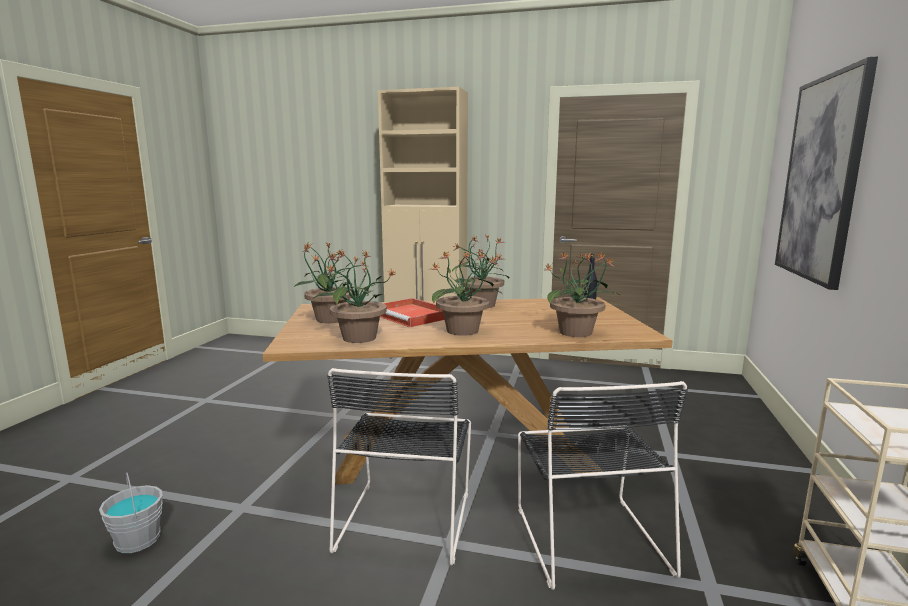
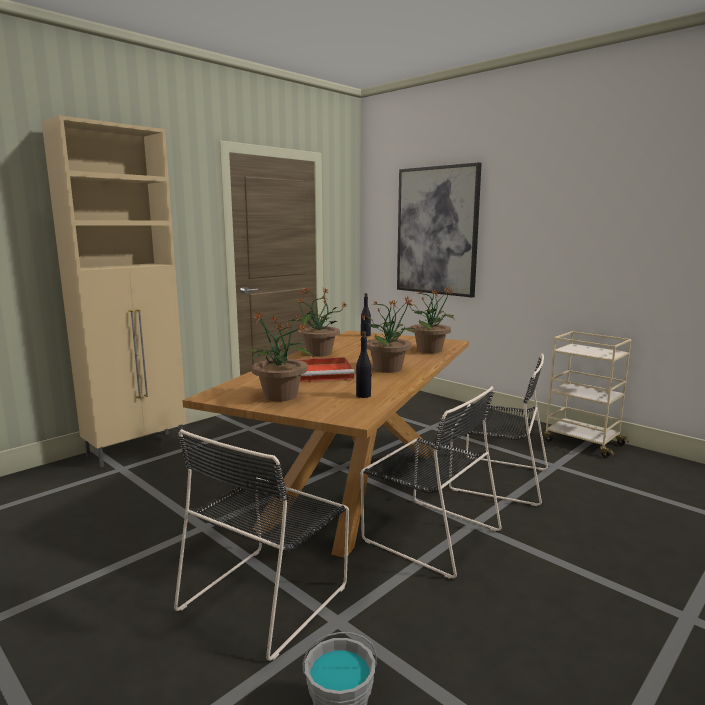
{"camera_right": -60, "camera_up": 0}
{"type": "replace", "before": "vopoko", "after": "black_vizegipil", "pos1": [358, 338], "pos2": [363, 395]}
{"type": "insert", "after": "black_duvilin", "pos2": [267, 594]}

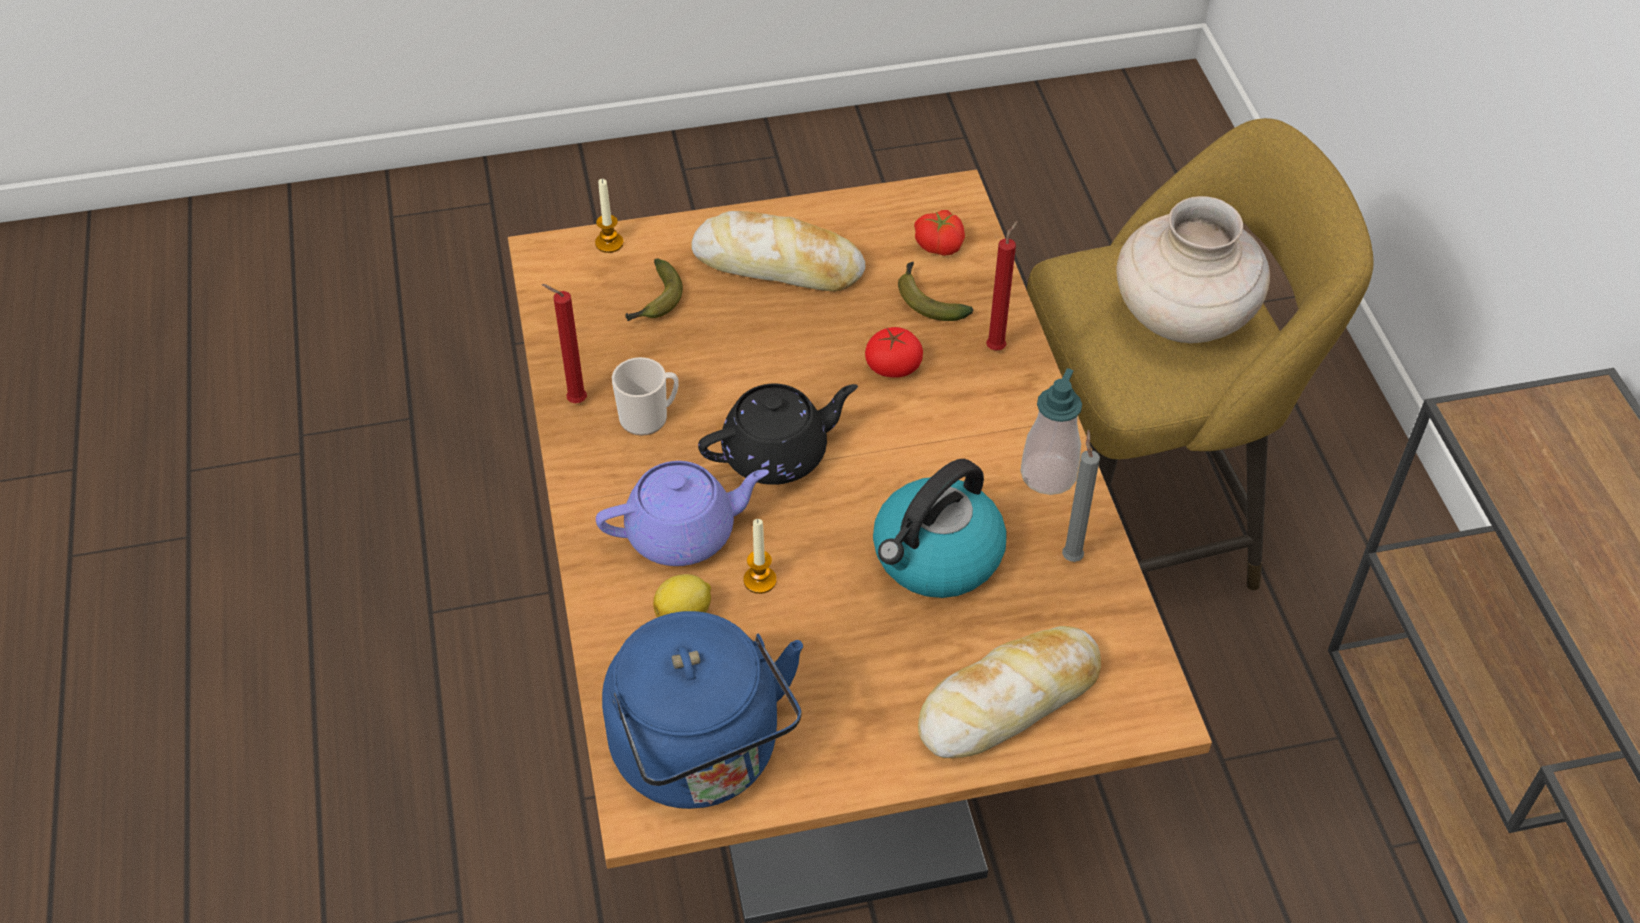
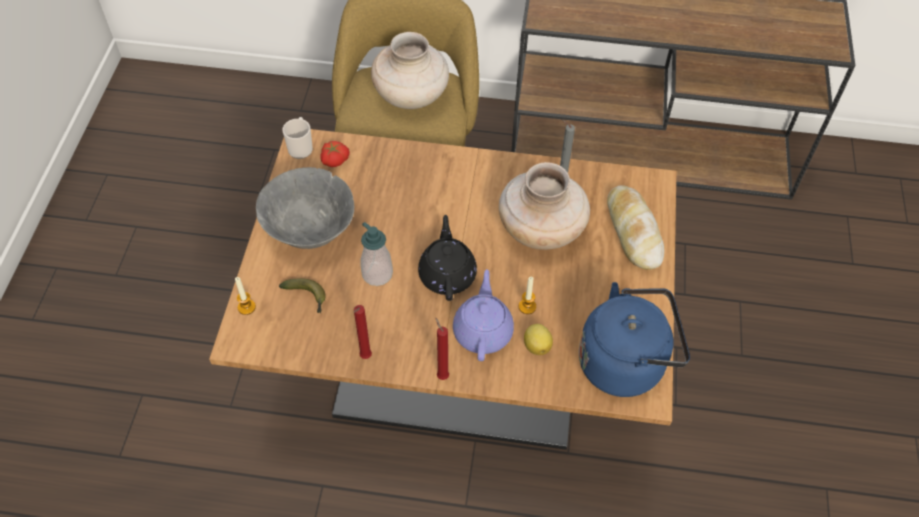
{"camera_right": -70, "camera_up": 5}
{"type": "move", "before": "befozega", "pos1": [649, 417], "pos2": [301, 147]}
{"type": "replace", "before": "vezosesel", "after": "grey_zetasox", "pos1": [778, 265], "pos2": [310, 232]}
{"type": "delete", "before": "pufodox", "pos1": [893, 366]}
{"type": "replace", "before": "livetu", "after": "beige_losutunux", "pos1": [936, 557], "pos2": [541, 231]}
{"type": "delete", "before": "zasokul", "pos1": [927, 300]}
{"type": "move", "before": "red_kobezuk", "pos1": [997, 347], "pos2": [441, 375]}
{"type": "move", "before": "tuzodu", "pos1": [1048, 475], "pos2": [377, 274]}

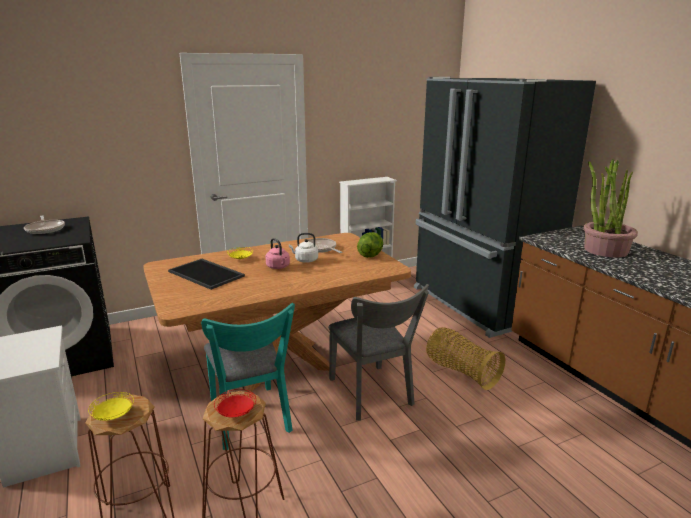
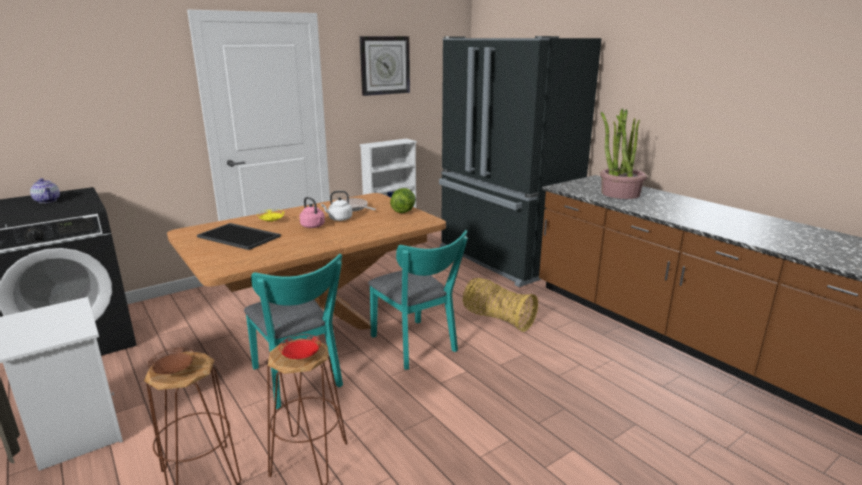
{"camera_right": -10, "camera_up": 0}
{"type": "replace", "before": "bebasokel", "after": "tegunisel", "pos1": [45, 229], "pos2": [48, 201]}
{"type": "recolor", "before": "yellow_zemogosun", "after": "brown_zemogosun", "pos1": [113, 415], "pos2": [174, 371]}
{"type": "recolor", "before": "grey_duvilin", "after": "turquoise_duvilin", "pos1": [372, 395], "pos2": [416, 346]}
{"type": "insert", "after": "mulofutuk", "pos2": [385, 65]}

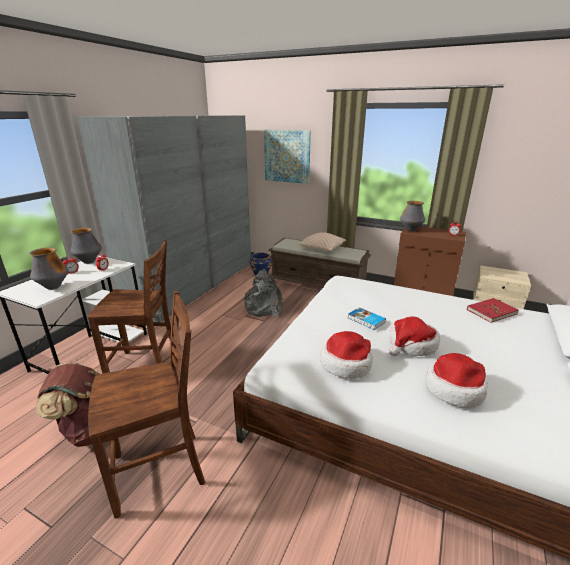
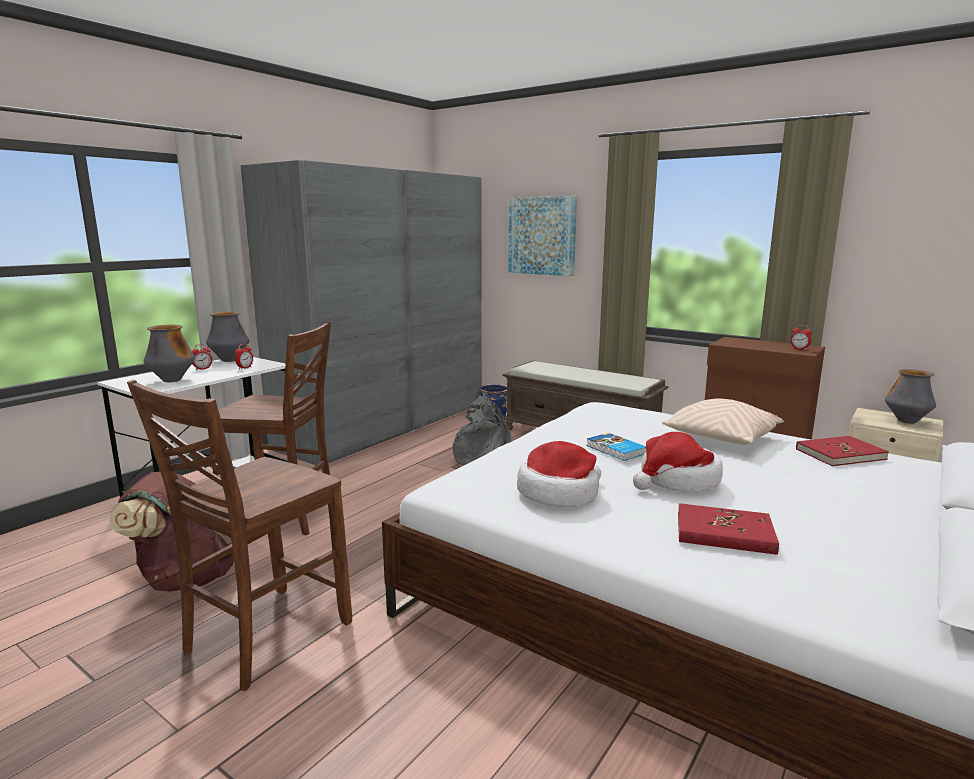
{"camera_right": 10, "camera_up": -10}
{"type": "rotate", "before": "brown_duvilin", "pos1": [161, 471], "pos2": [264, 637], "turn": 135}
{"type": "move", "before": "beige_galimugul", "pos1": [322, 249], "pos2": [720, 438]}
{"type": "move", "before": "losutunux", "pos1": [410, 230], "pos2": [906, 421]}
{"type": "replace", "before": "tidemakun", "after": "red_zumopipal", "pos1": [454, 389], "pos2": [724, 533]}

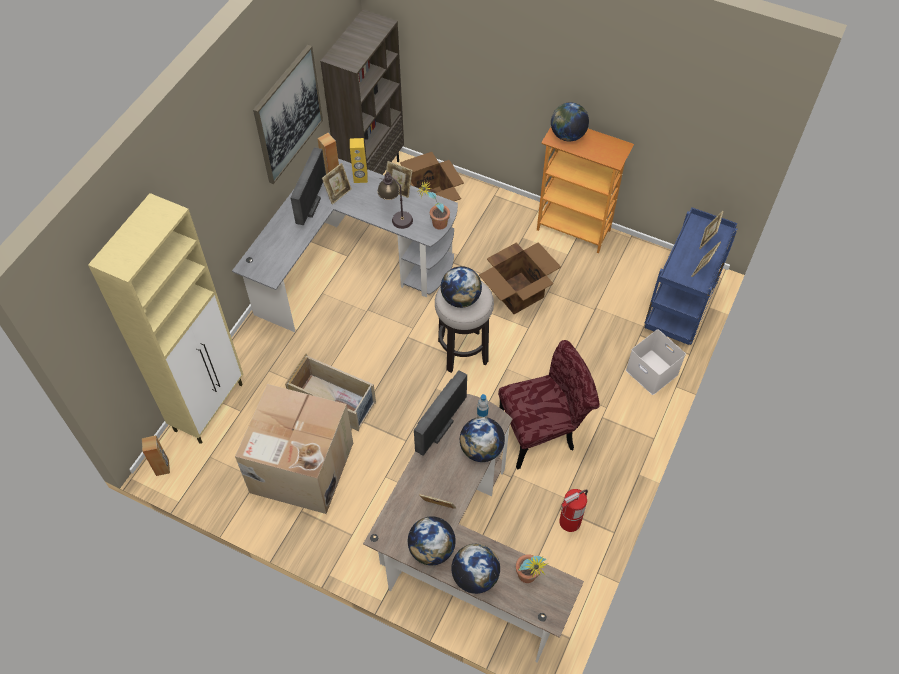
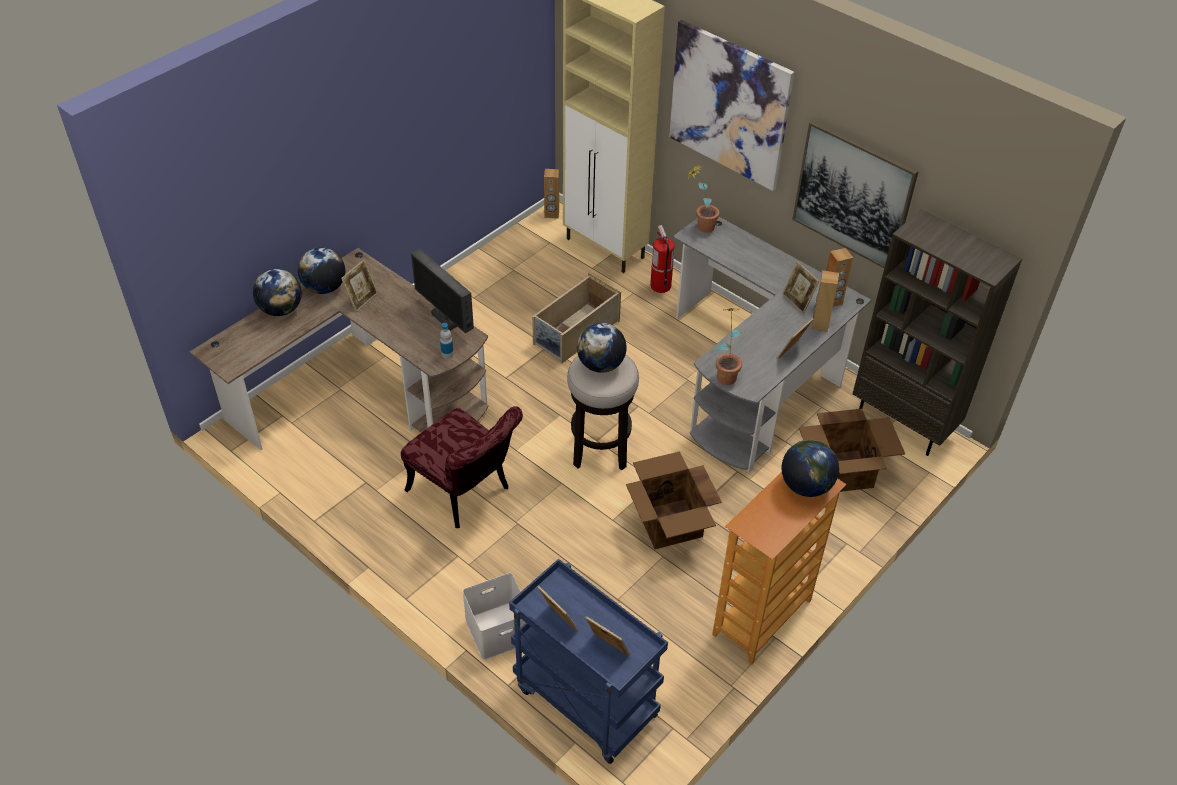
{"camera_right": 105, "camera_up": -10}
{"type": "delete", "before": "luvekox", "pos1": [300, 468]}
{"type": "delete", "before": "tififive", "pos1": [311, 207]}
{"type": "recolor", "before": "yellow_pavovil", "after": "brown_pavovil", "pos1": [360, 178], "pos2": [819, 324]}
{"type": "delete", "before": "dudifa", "pos1": [396, 216]}
{"type": "delete", "before": "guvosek", "pos1": [481, 449]}
{"type": "rotate", "before": "red_duvilin", "pos1": [543, 430], "pos2": [466, 494], "turn": -45}
{"type": "move", "before": "vopoko", "pos1": [528, 580], "pos2": [700, 226]}
{"type": "move", "before": "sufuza", "pos1": [569, 522], "pos2": [660, 285]}
{"type": "insert", "after": "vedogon", "pos2": [729, 105]}

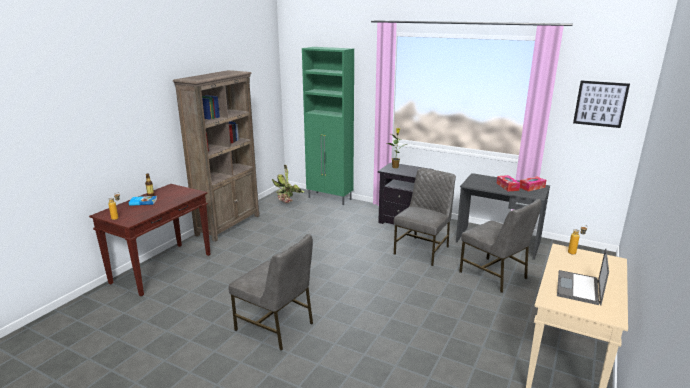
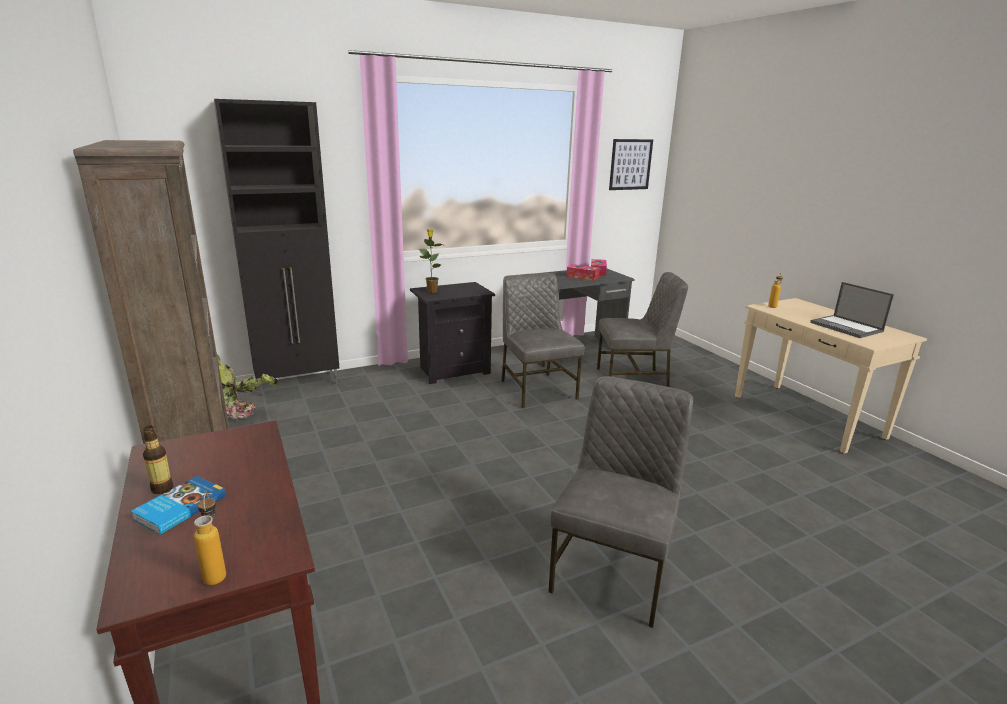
{"camera_right": -55, "camera_up": 0}
{"type": "rotate", "before": "grey_duvilin", "pos1": [276, 326], "pos2": [614, 570], "turn": -45}
{"type": "recolor", "before": "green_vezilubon", "after": "black_vezilubon", "pos1": [330, 198], "pos2": [299, 384]}

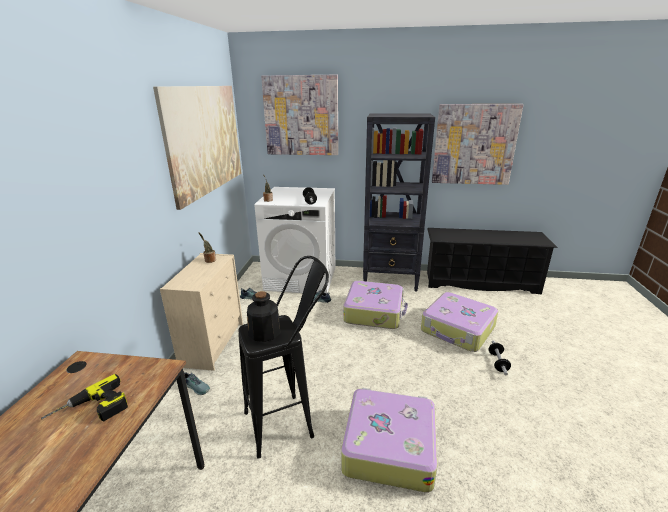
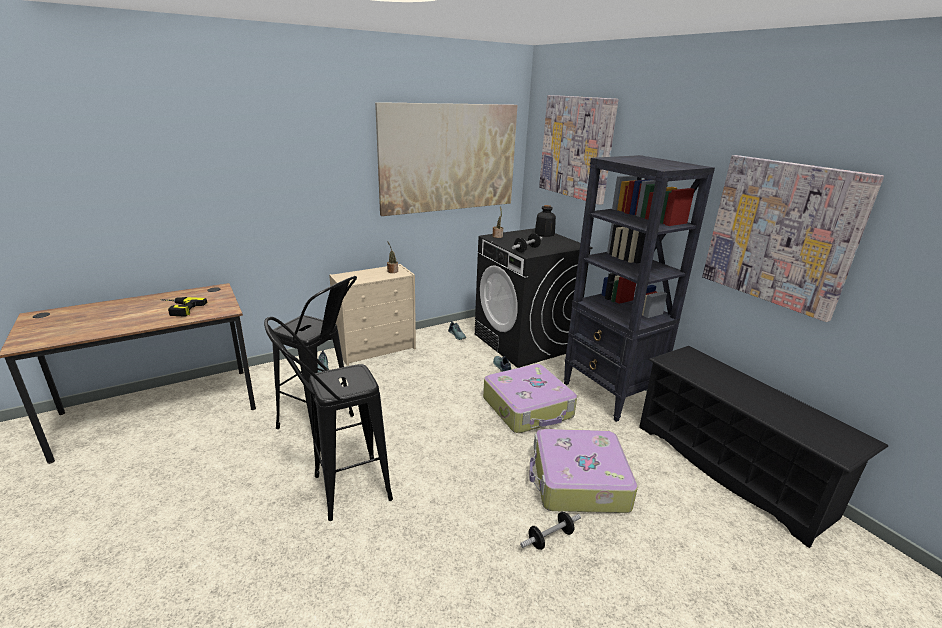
{"camera_right": 50, "camera_up": 0}
{"type": "move", "before": "vizegipil", "pos1": [264, 332], "pos2": [544, 234]}
{"type": "recolor", "before": "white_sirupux", "after": "black_sirupux", "pos1": [302, 278], "pos2": [524, 342]}
{"type": "replace", "before": "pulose", "after": "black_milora", "pos1": [388, 445], "pos2": [339, 492]}

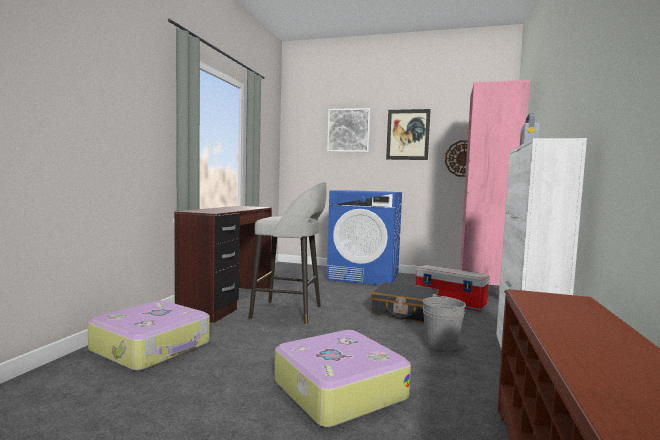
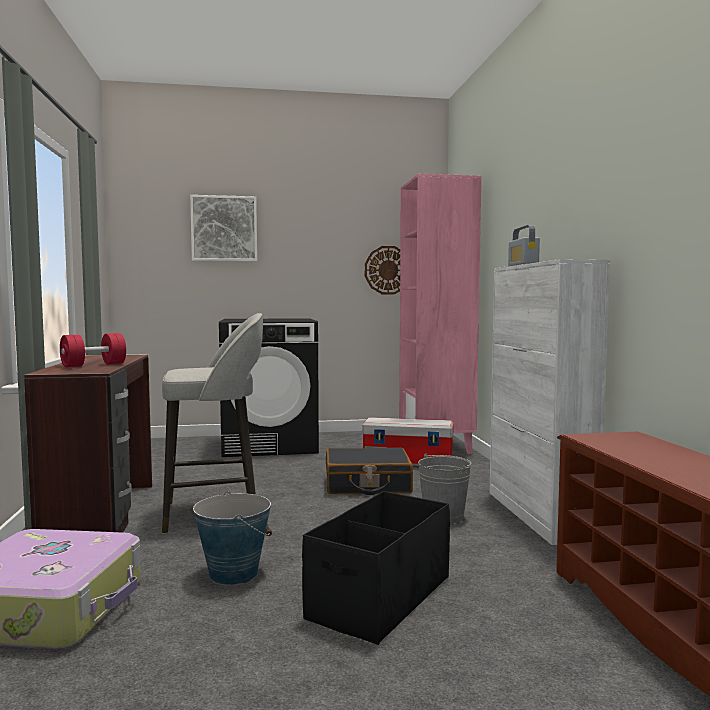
{"camera_right": -25, "camera_up": 0}
{"type": "replace", "before": "pulose", "after": "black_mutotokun", "pos1": [337, 390], "pos2": [379, 597]}
{"type": "recolor", "before": "blue_sirupux", "after": "black_sirupux", "pos1": [364, 276], "pos2": [270, 444]}
{"type": "delete", "before": "vedogon", "pos1": [407, 134]}
{"type": "insert", "after": "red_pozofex", "pos2": [94, 365]}
{"type": "insert", "after": "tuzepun", "pos2": [233, 574]}

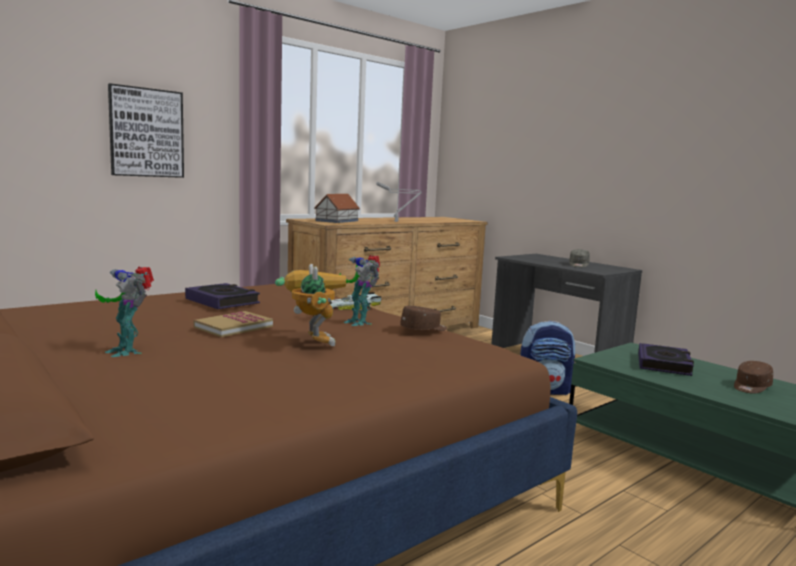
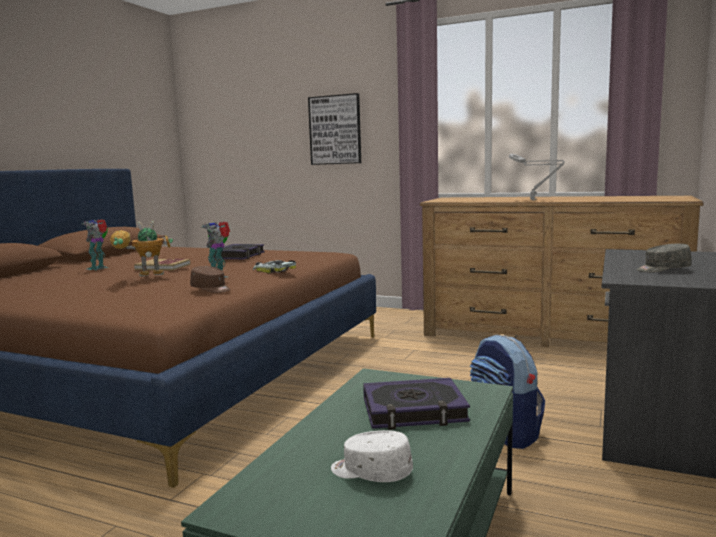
{"camera_right": 65, "camera_up": 0}
{"type": "rotate", "before": "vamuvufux", "pos1": [312, 339], "pos2": [141, 278], "turn": -150}
{"type": "delete", "before": "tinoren", "pos1": [337, 221]}
{"type": "recolor", "before": "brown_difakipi", "after": "white_difakipi", "pos1": [751, 387], "pos2": [371, 472]}

